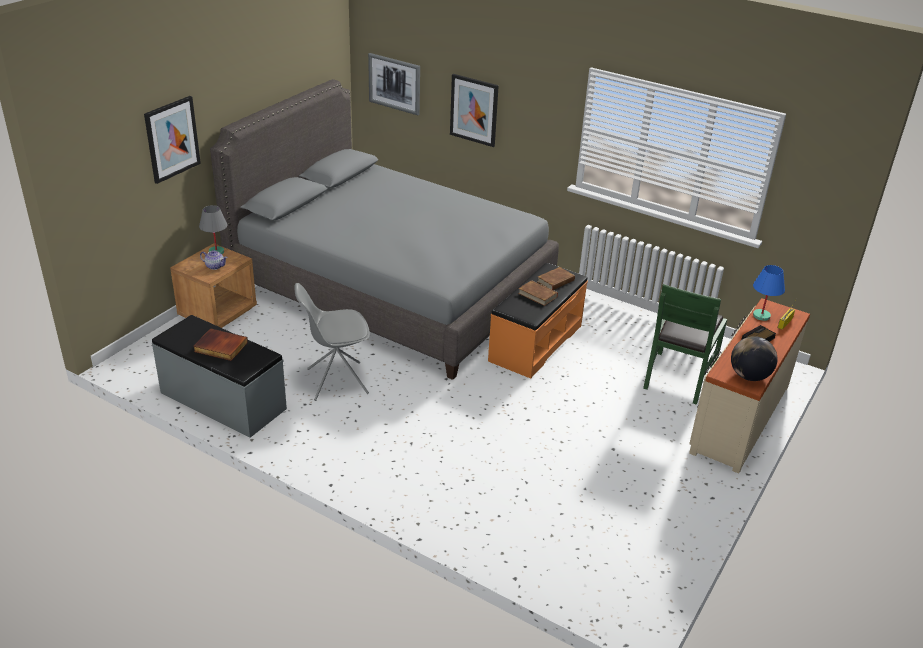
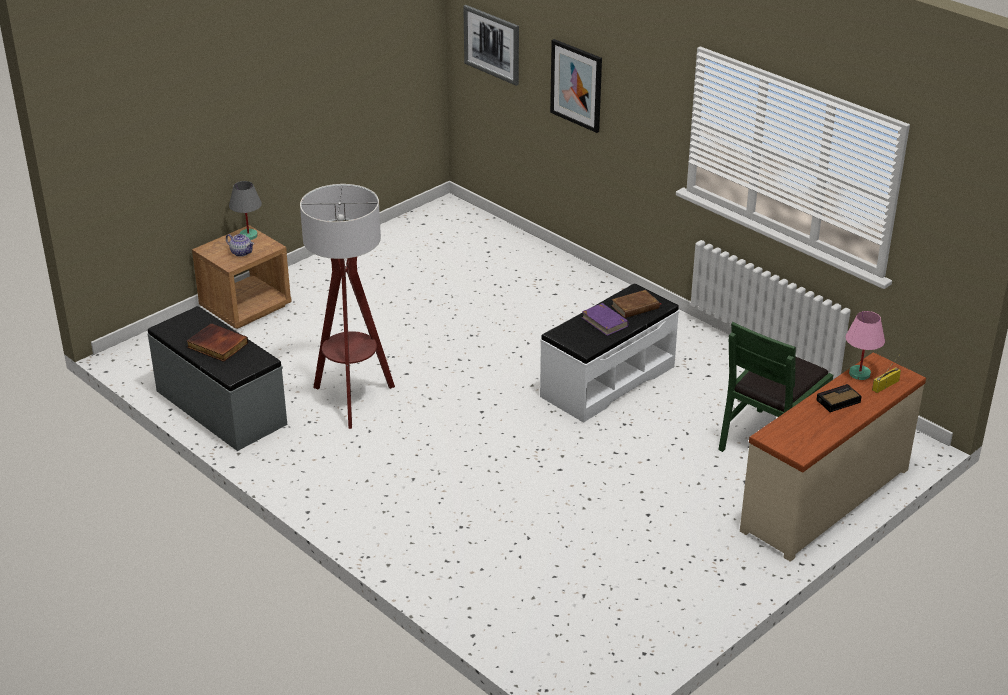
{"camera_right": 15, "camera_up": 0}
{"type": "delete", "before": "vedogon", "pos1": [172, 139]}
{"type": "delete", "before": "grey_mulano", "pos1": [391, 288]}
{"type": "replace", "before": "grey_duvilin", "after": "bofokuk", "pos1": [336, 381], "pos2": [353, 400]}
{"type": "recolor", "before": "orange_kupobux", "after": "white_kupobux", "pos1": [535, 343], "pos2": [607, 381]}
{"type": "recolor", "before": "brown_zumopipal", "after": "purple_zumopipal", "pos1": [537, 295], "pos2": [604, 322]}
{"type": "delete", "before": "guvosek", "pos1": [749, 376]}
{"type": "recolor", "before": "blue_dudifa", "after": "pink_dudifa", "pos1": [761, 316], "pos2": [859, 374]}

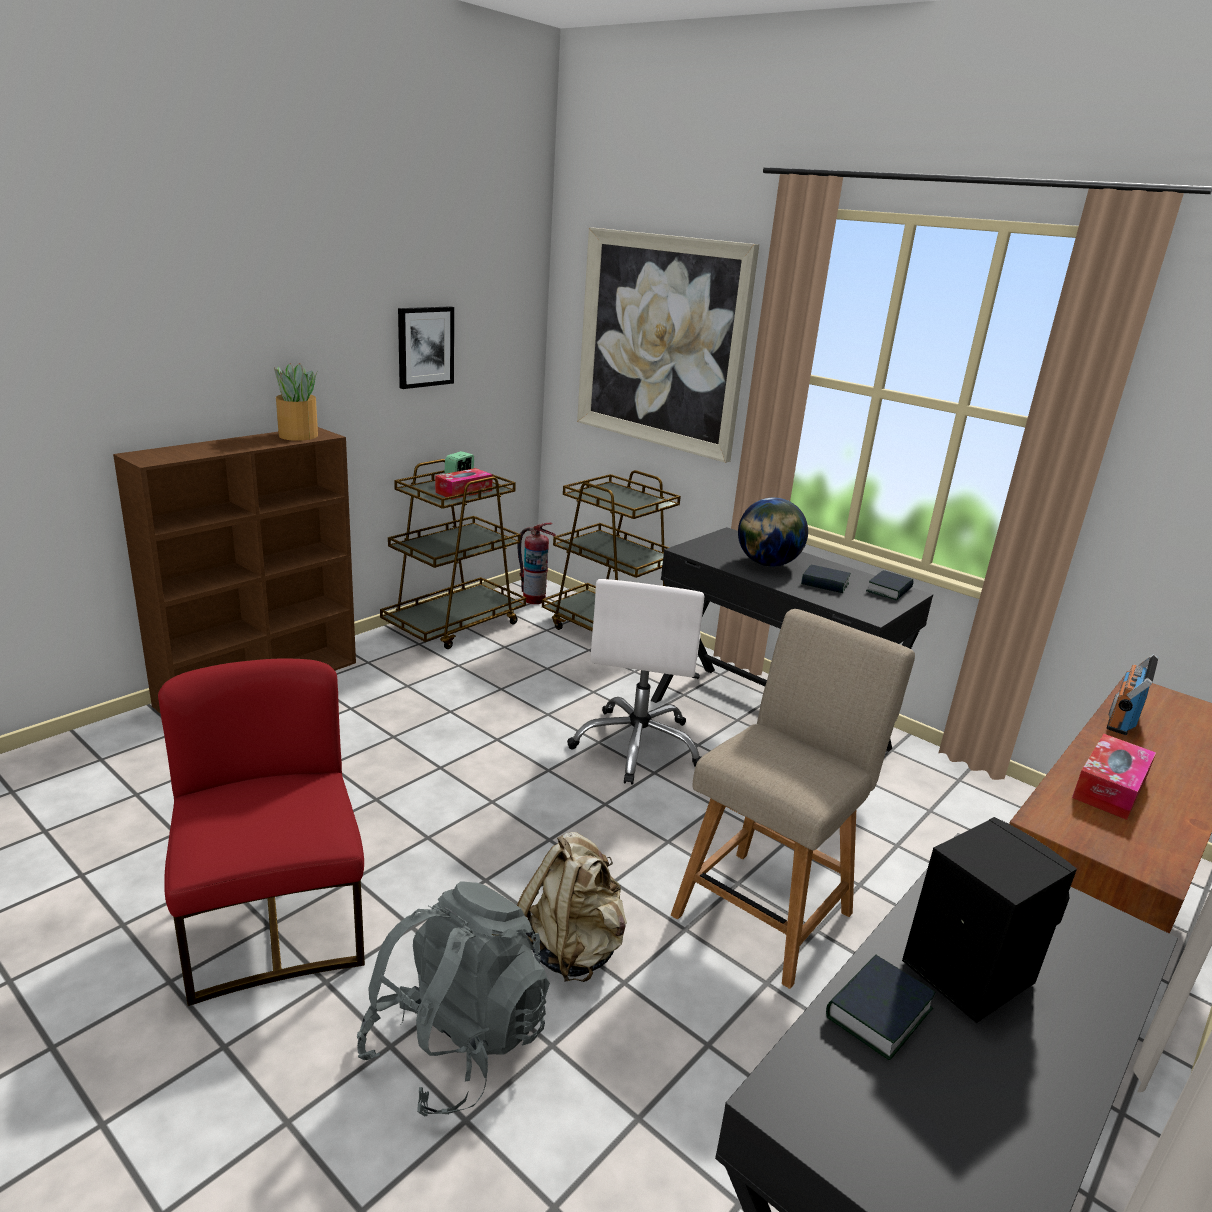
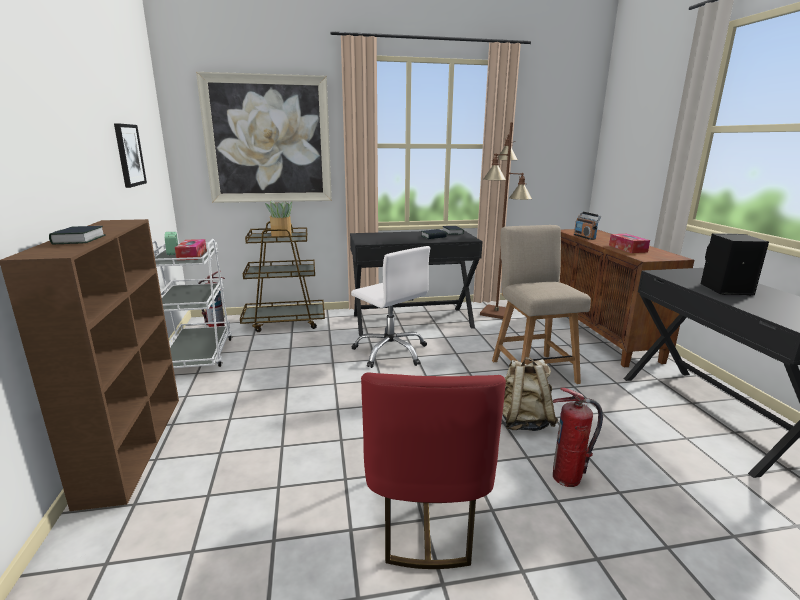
{"camera_right": -50, "camera_up": -5}
{"type": "rotate", "before": "red_duvilin", "pos1": [274, 925], "pos2": [425, 517], "turn": -105}
{"type": "move", "before": "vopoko", "pos1": [297, 435], "pos2": [281, 235]}
{"type": "replace", "before": "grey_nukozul", "after": "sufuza", "pos1": [456, 1043], "pos2": [567, 478]}
{"type": "recolor", "before": "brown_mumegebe", "after": "white_mumegebe", "pos1": [455, 624], "pos2": [198, 355]}
{"type": "delete", "before": "guvosek", "pos1": [767, 564]}
{"type": "move", "before": "zumopipal", "pos1": [878, 1013], "pos2": [79, 240]}
{"type": "insert", "after": "brown_bofokuk", "pos2": [496, 313]}

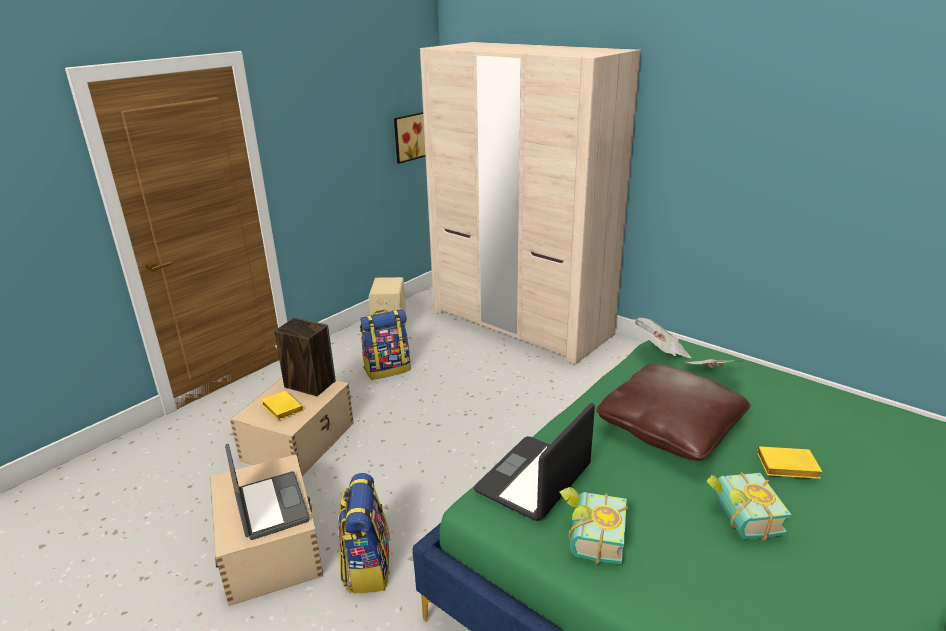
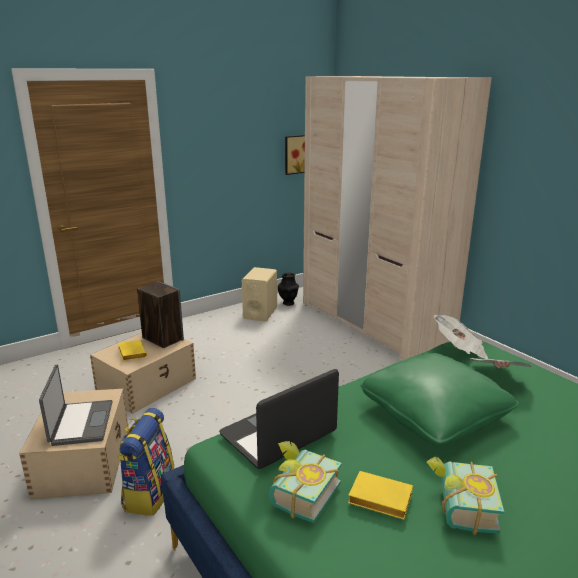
{"camera_right": 15, "camera_up": -5}
{"type": "delete", "before": "nukozul", "pos1": [387, 369]}
{"type": "recolor", "before": "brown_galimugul", "after": "green_galimugul", "pos1": [670, 427], "pos2": [434, 415]}
{"type": "move", "before": "yellow_zumopipal", "pos1": [786, 467], "pos2": [378, 500]}
{"type": "insert", "after": "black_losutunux", "pos2": [288, 303]}

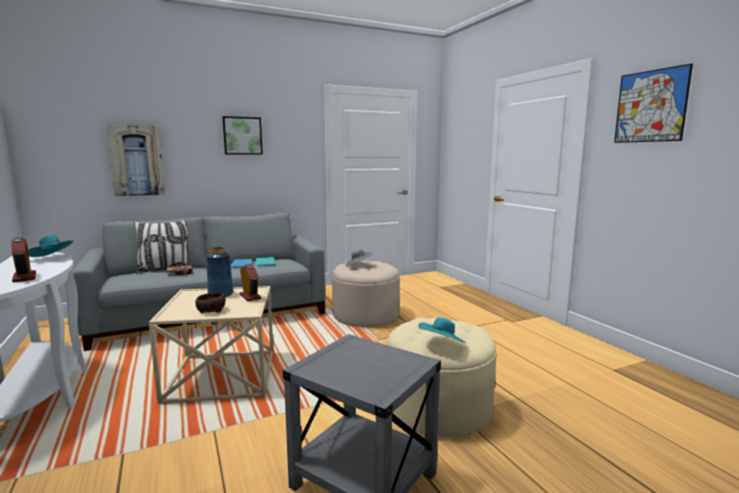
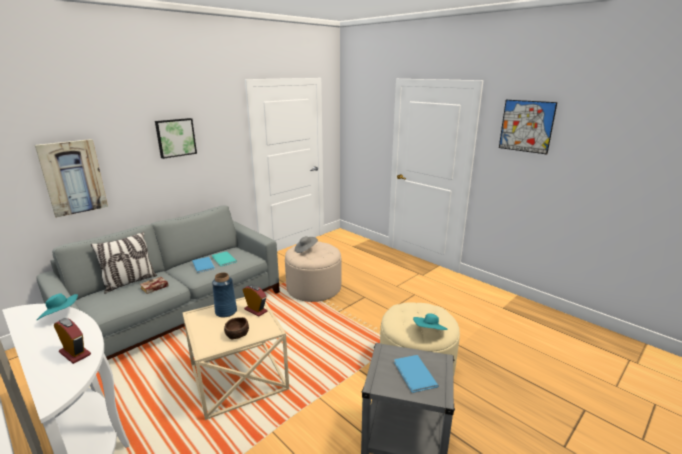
{"camera_right": -20, "camera_up": 10}
{"type": "insert", "after": "blue_zumopipal", "pos2": [414, 375]}

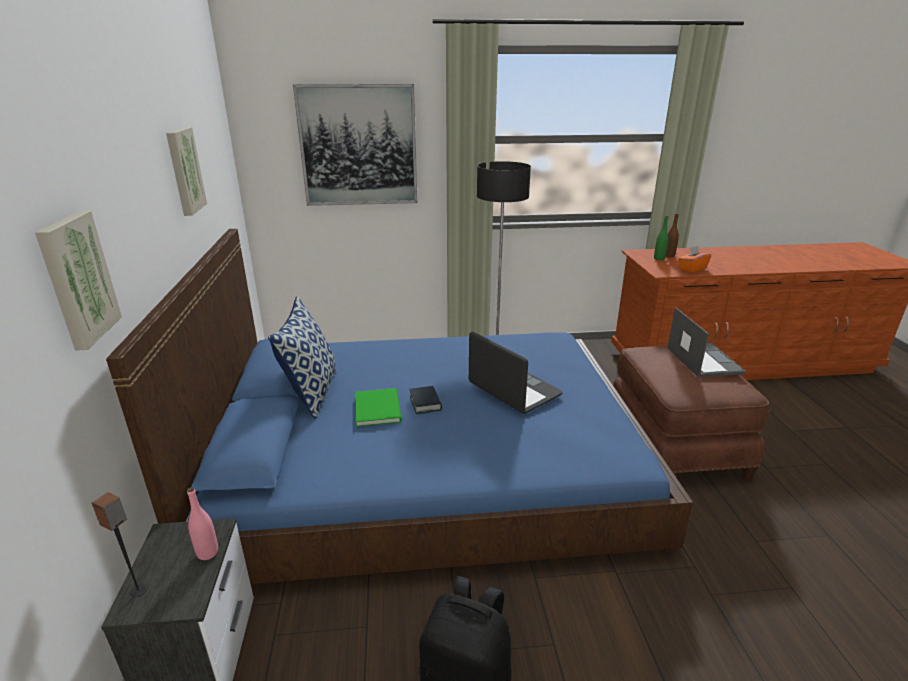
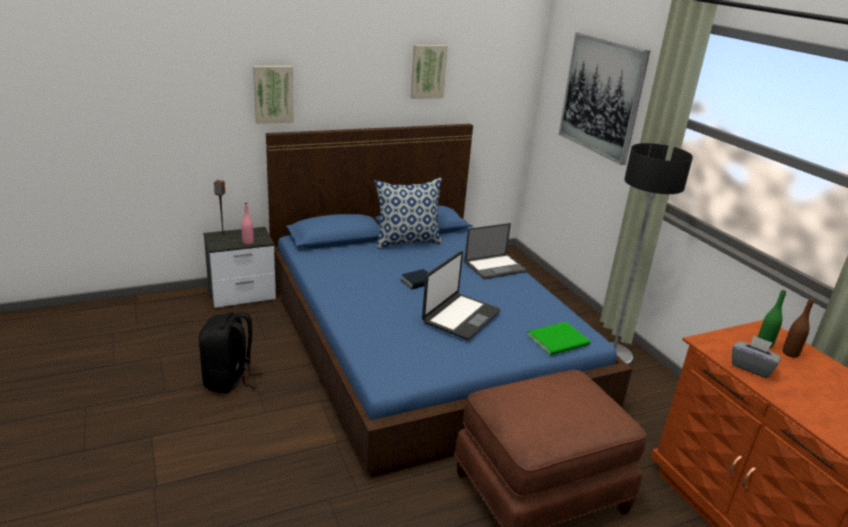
{"camera_right": 70, "camera_up": 0}
{"type": "move", "before": "green_zumopipal", "pos1": [379, 407], "pos2": [560, 340]}
{"type": "move", "before": "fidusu", "pos1": [703, 360], "pos2": [495, 266]}
{"type": "recolor", "before": "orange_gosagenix", "after": "grey_gosagenix", "pos1": [692, 269], "pos2": [751, 367]}

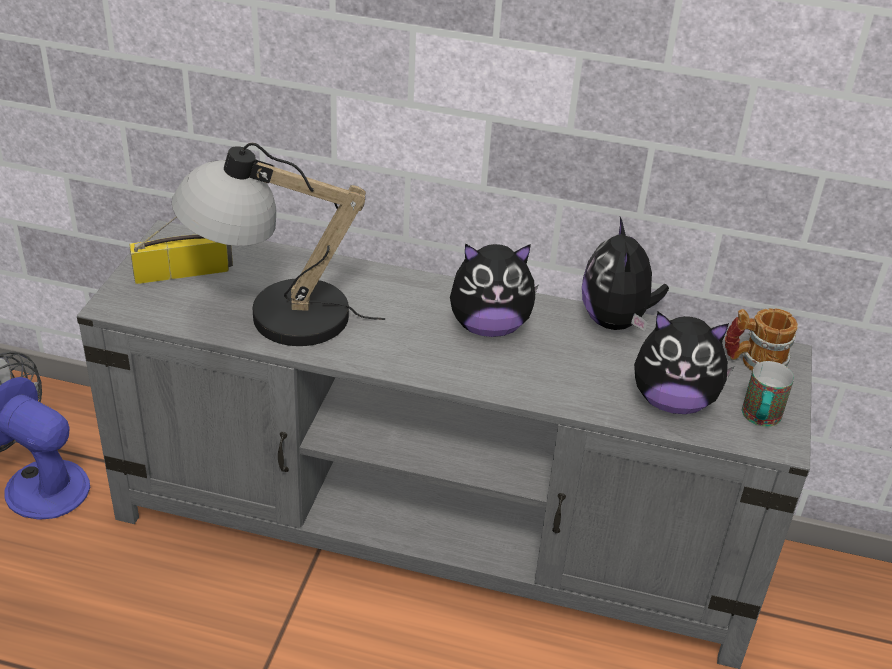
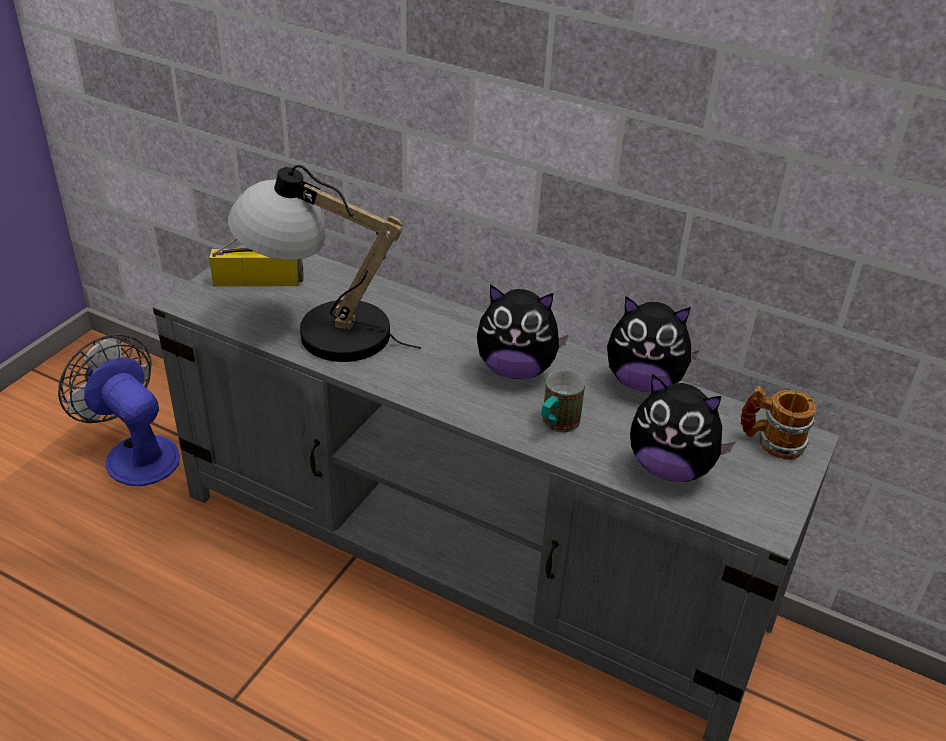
{"camera_right": 15, "camera_up": 0}
{"type": "rotate", "before": "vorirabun", "pos1": [616, 321], "pos2": [643, 382], "turn": -90}
{"type": "move", "before": "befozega", "pos1": [760, 419], "pos2": [556, 425]}

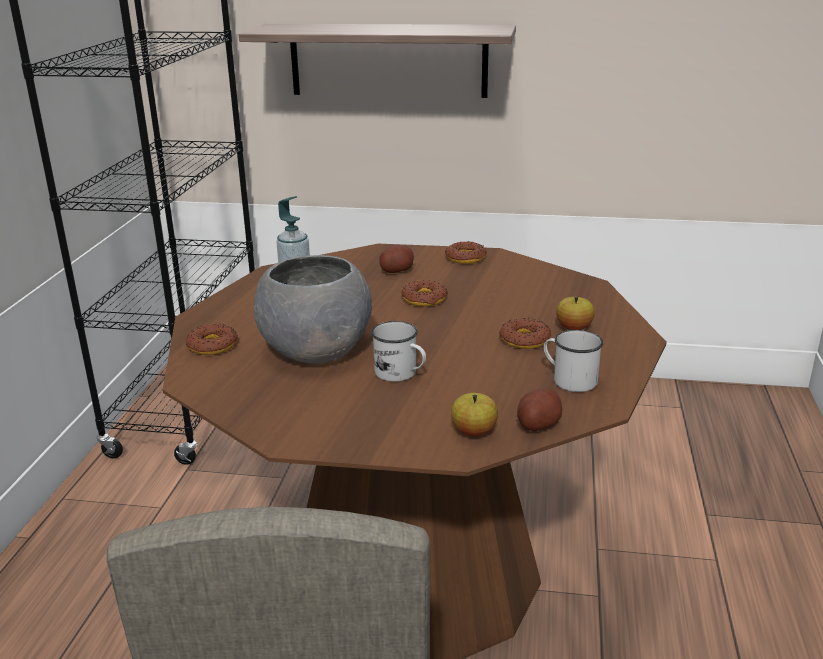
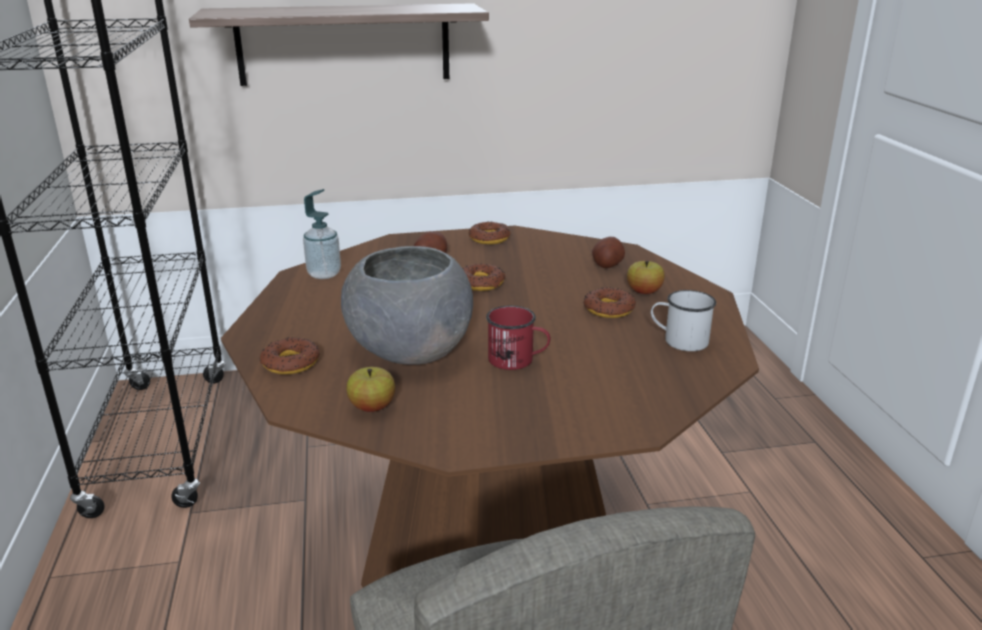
{"camera_right": -20, "camera_up": 0}
{"type": "recolor", "before": "white_befozega", "after": "red_befozega", "pos1": [401, 374], "pos2": [518, 360]}
{"type": "move", "before": "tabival", "pos1": [474, 432], "pos2": [372, 407]}
{"type": "move", "before": "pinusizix", "pos1": [538, 424], "pos2": [607, 264]}

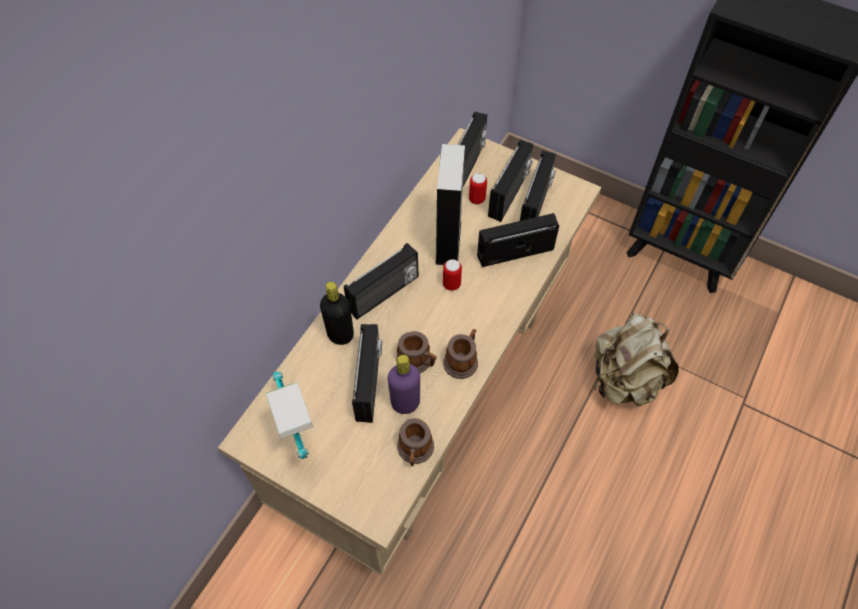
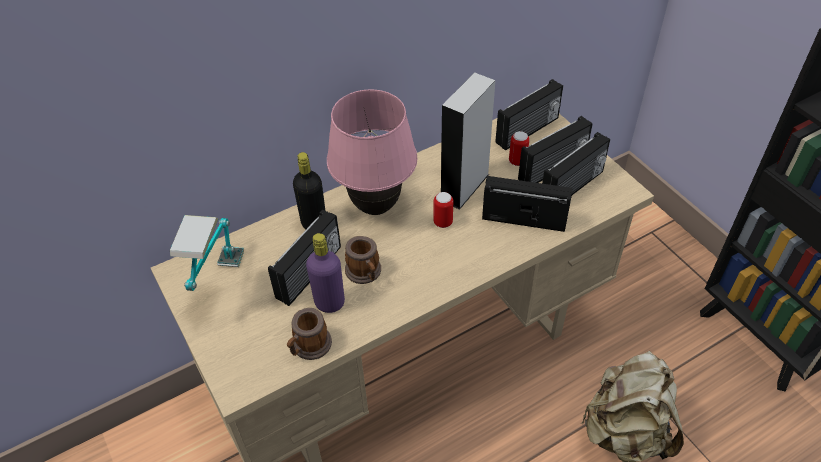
{"camera_right": 30, "camera_up": -10}
{"type": "replace", "before": "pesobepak", "after": "pink_dudifa", "pos1": [384, 294], "pos2": [375, 206]}
{"type": "delete", "before": "befozega", "pos1": [462, 360]}

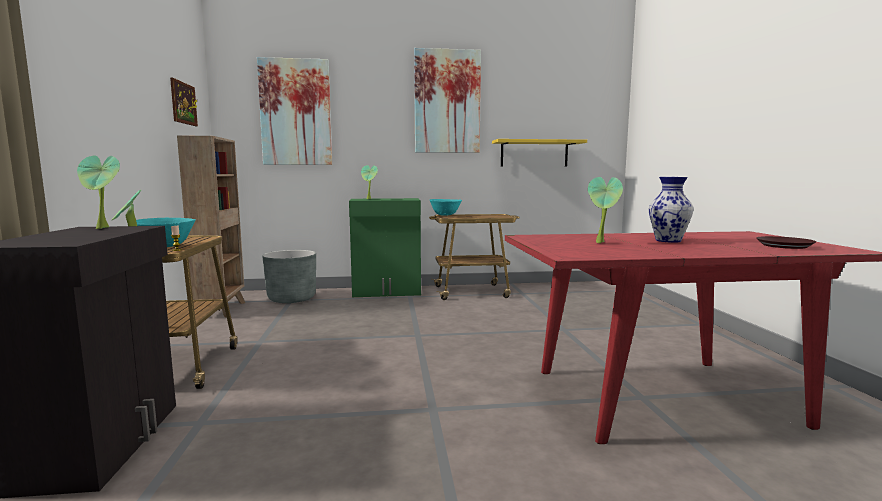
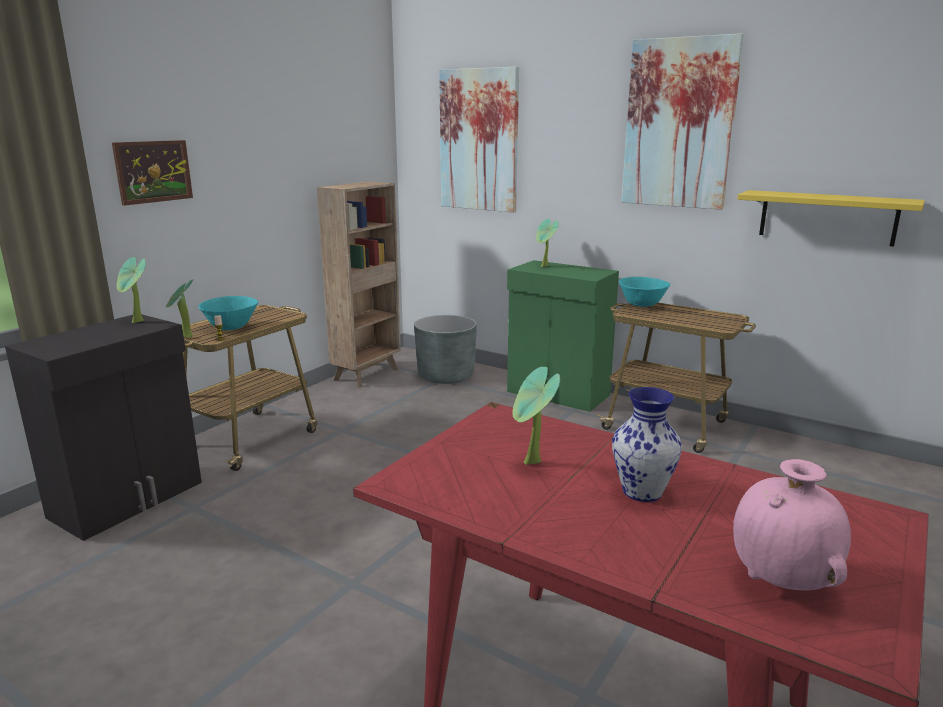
{"camera_right": 40, "camera_up": 10}
{"type": "move", "before": "vedogon", "pos1": [183, 103], "pos2": [153, 171]}
{"type": "replace", "before": "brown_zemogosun", "after": "pink_losutunux", "pos1": [784, 246], "pos2": [782, 583]}

